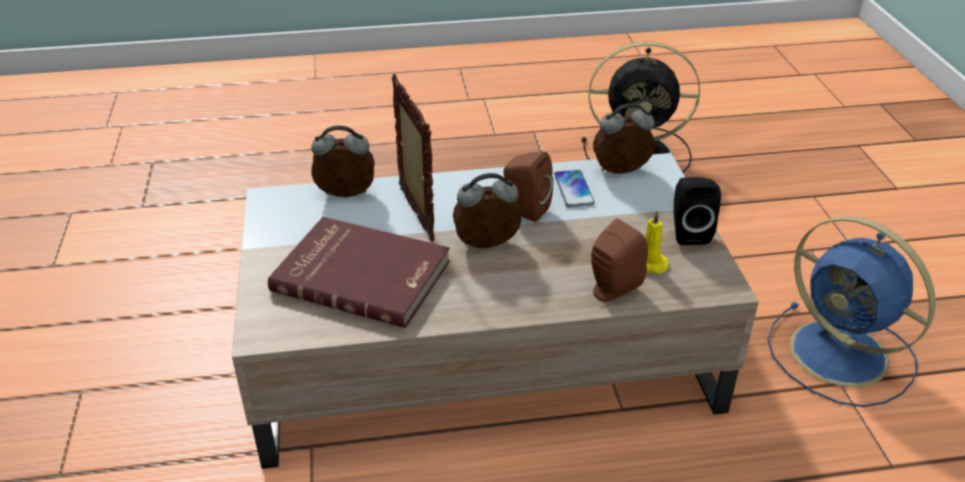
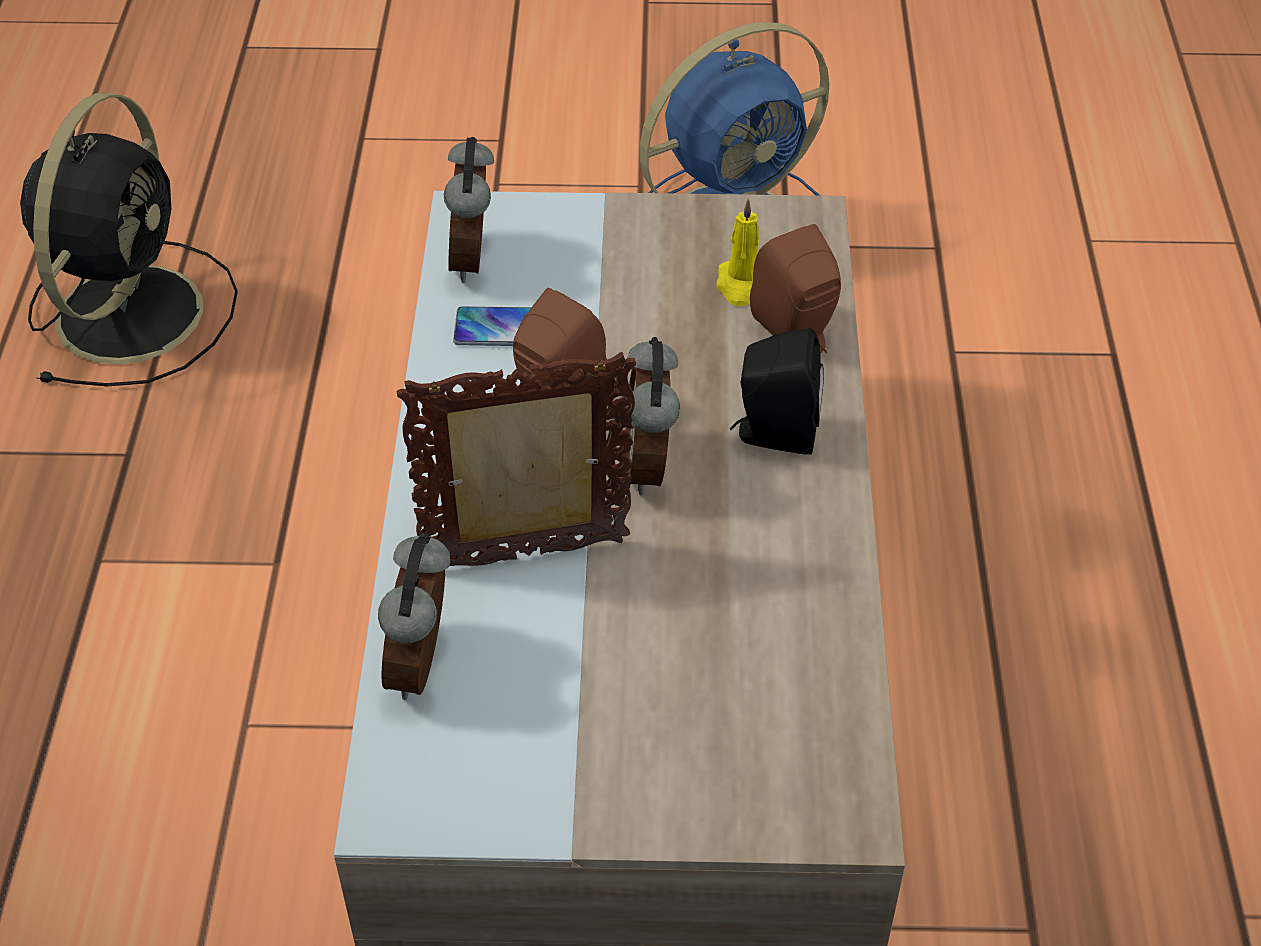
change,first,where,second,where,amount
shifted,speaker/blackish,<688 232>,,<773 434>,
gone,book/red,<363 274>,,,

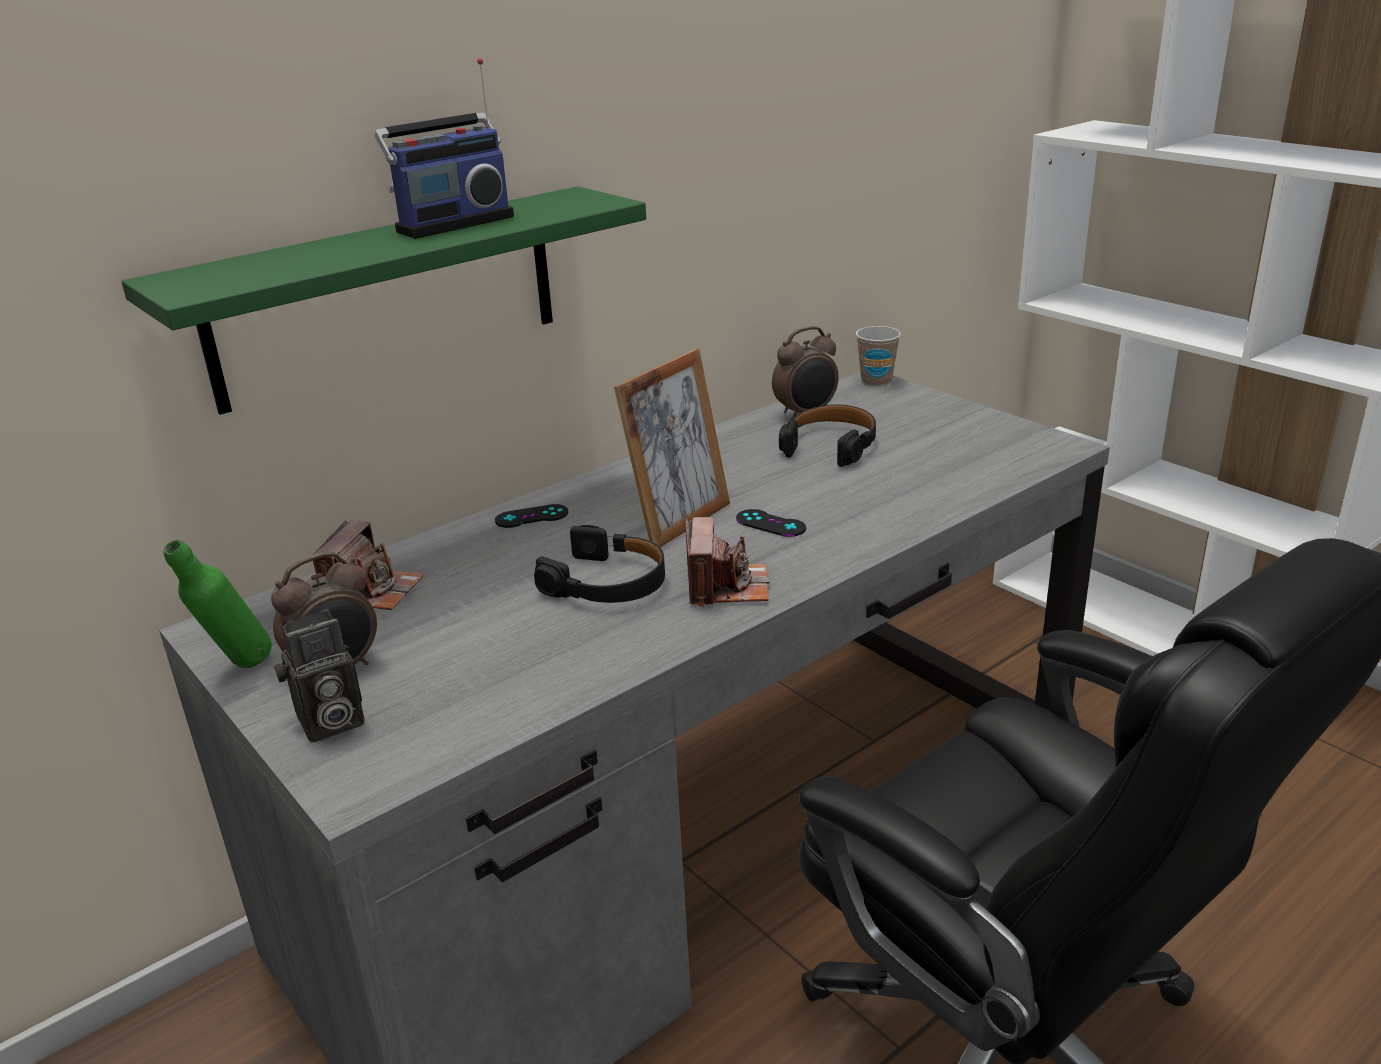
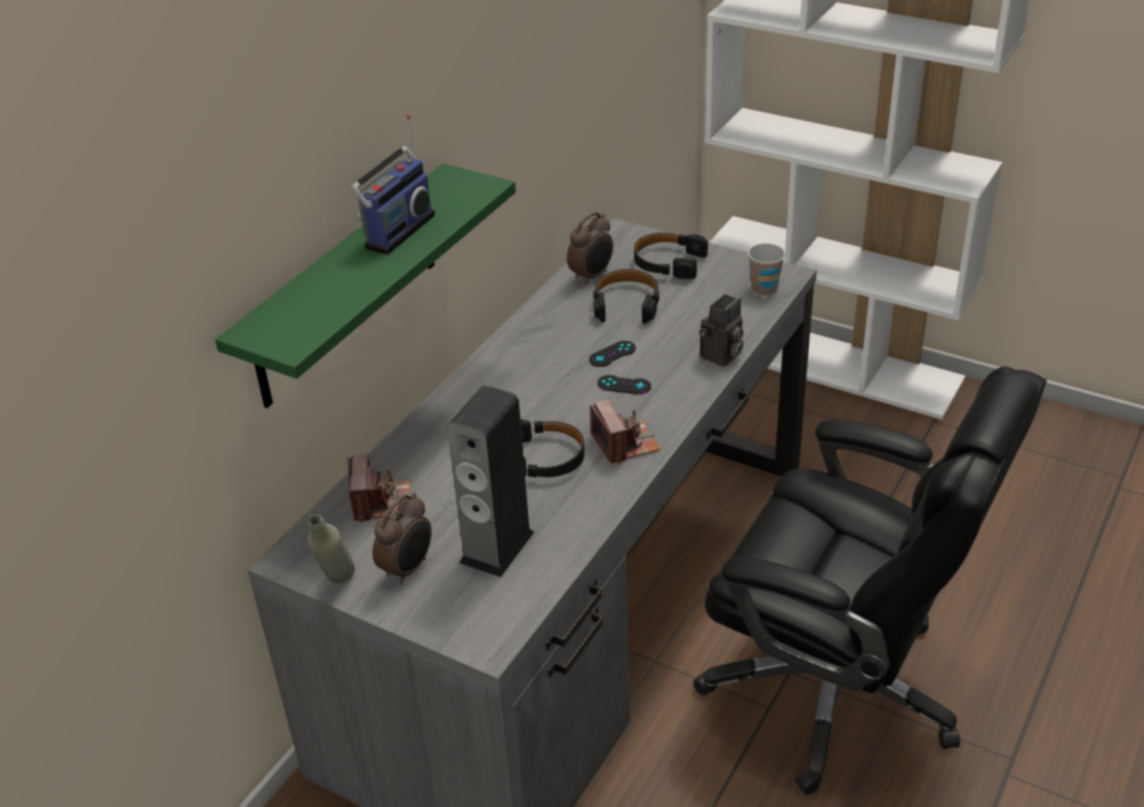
change,first,where,second,where,amount
shifted,drinking cup,<876 381>,,<764 289>,
gone,standing frame,<679 522>,,,
shifted,joypad/blackish,<532 516>,,<612 354>,
repainted,beverage bottle/greenish,<238 671>,beverage bottle/gray,<337 586>,
shifted,photo camera,<328 724>,,<721 356>,
new,,,headset/blackish,<668 262>,
new,,,speaker,<497 547>,

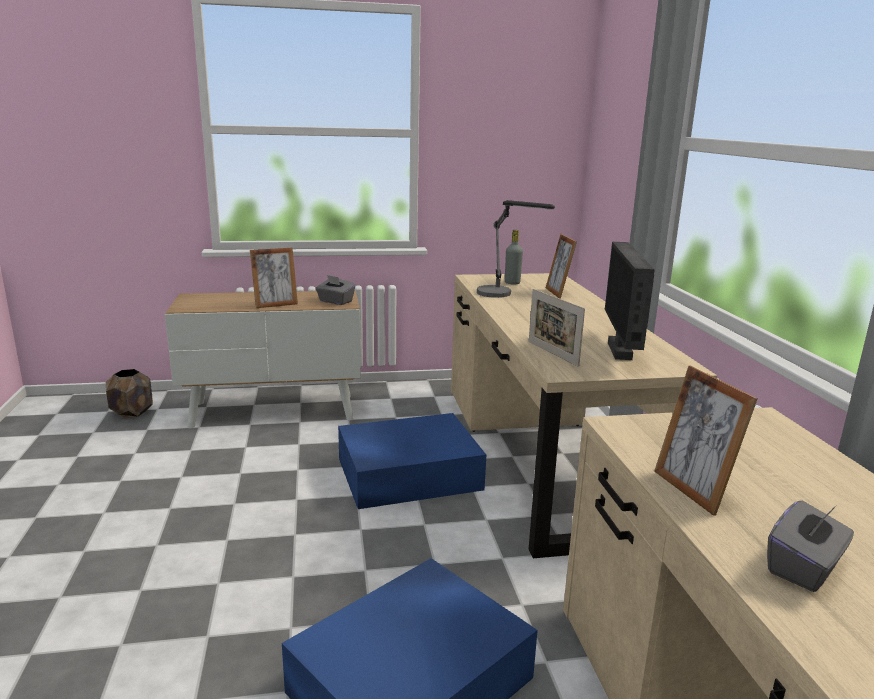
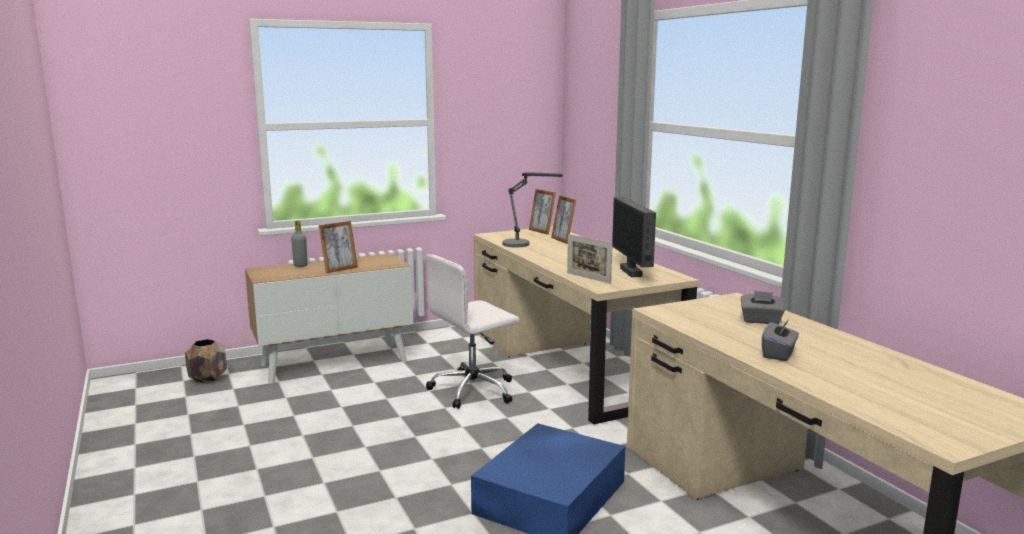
change,first,where,second,where,amount
shifted,beverage bottle/gray,<512 283>,,<300 265>,
shifted,tissue box/gray,<335 301>,,<761 321>,
shifted,standing frame,<692 490>,,<541 231>,
swapped,storage container/blue-coloured,<406 474>,desk chair/white,<474 390>,

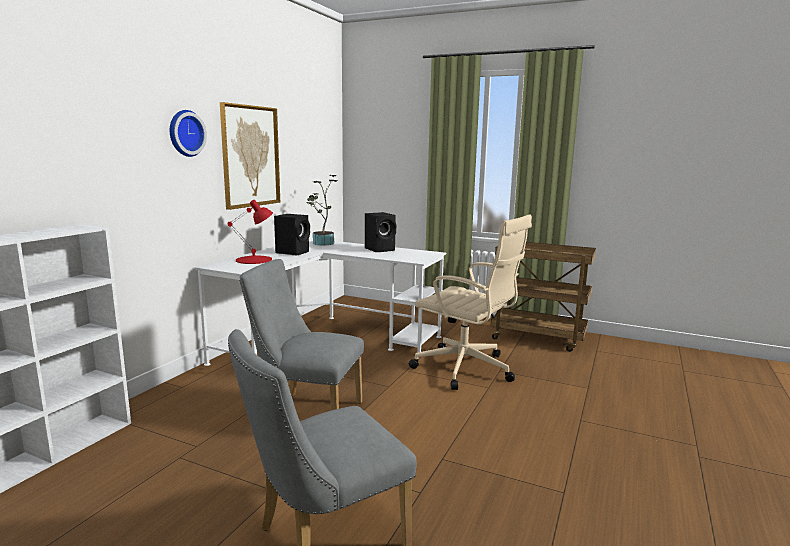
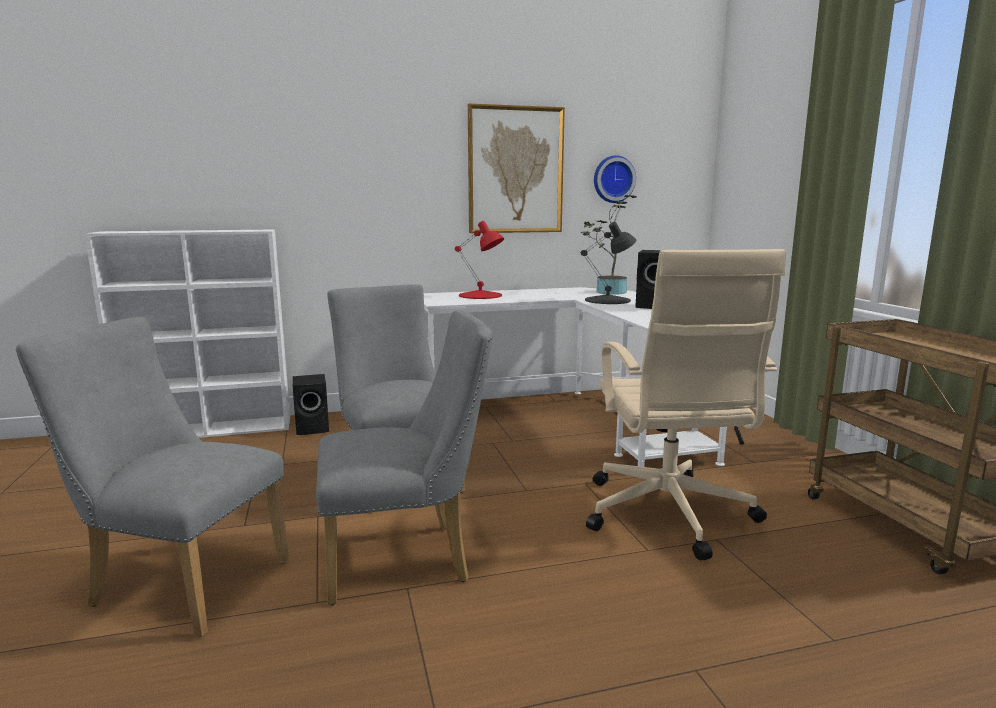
change,first,where,second,where,amount
shifted,hanging clock,<185 133>,,<613 179>,
shifted,speaker/blackish,<293 252>,,<314 428>,
new,,,table lamp/blackish,<608 300>,
new,,,chair/gray,<408 559>,

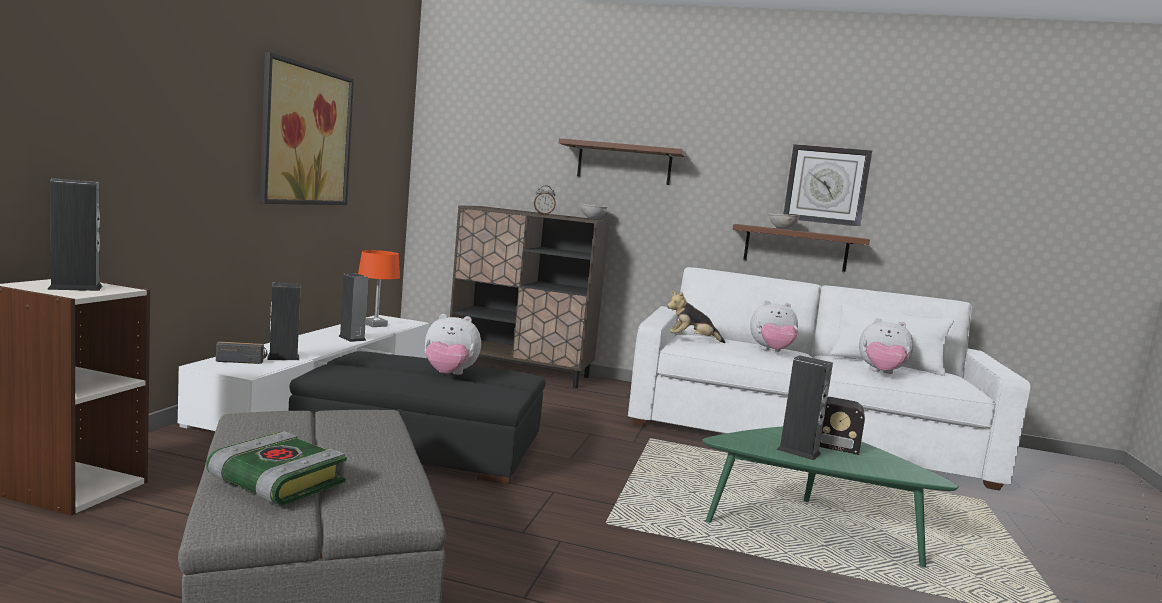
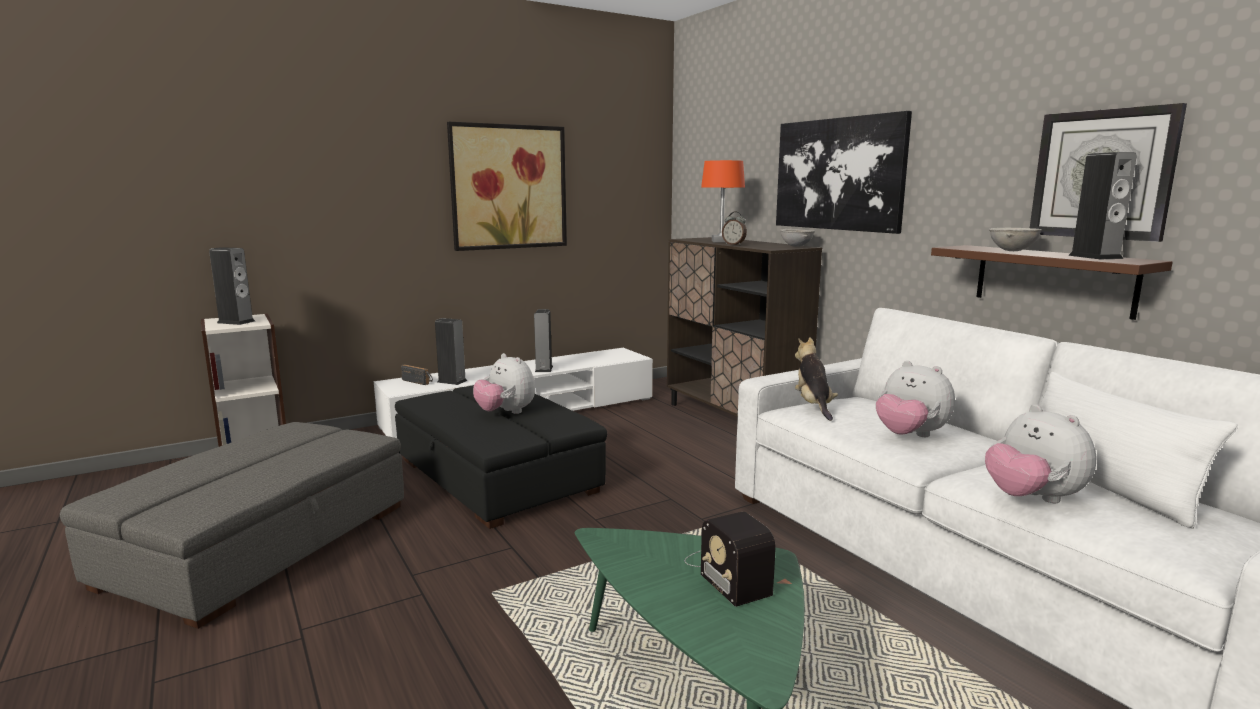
change,first,where,second,where,amount
swapped,shelf/brown,<624 163>,picture,<838 174>,
shifted,table lamp/orange,<375 325>,,<721 241>,
rotated,soft toy,<691 340>,,<813 406>,45 degrees clockwise
shifted,speaker,<798 451>,,<1095 257>,
gone,book,<275 482>,,,

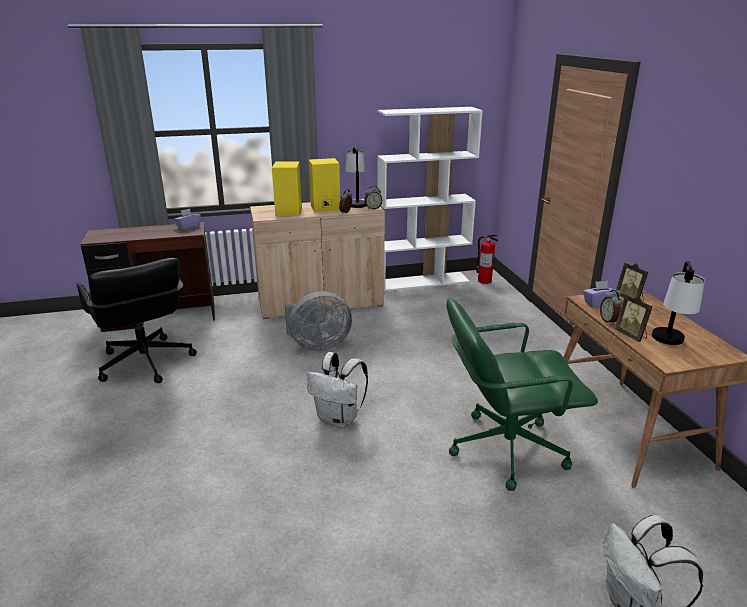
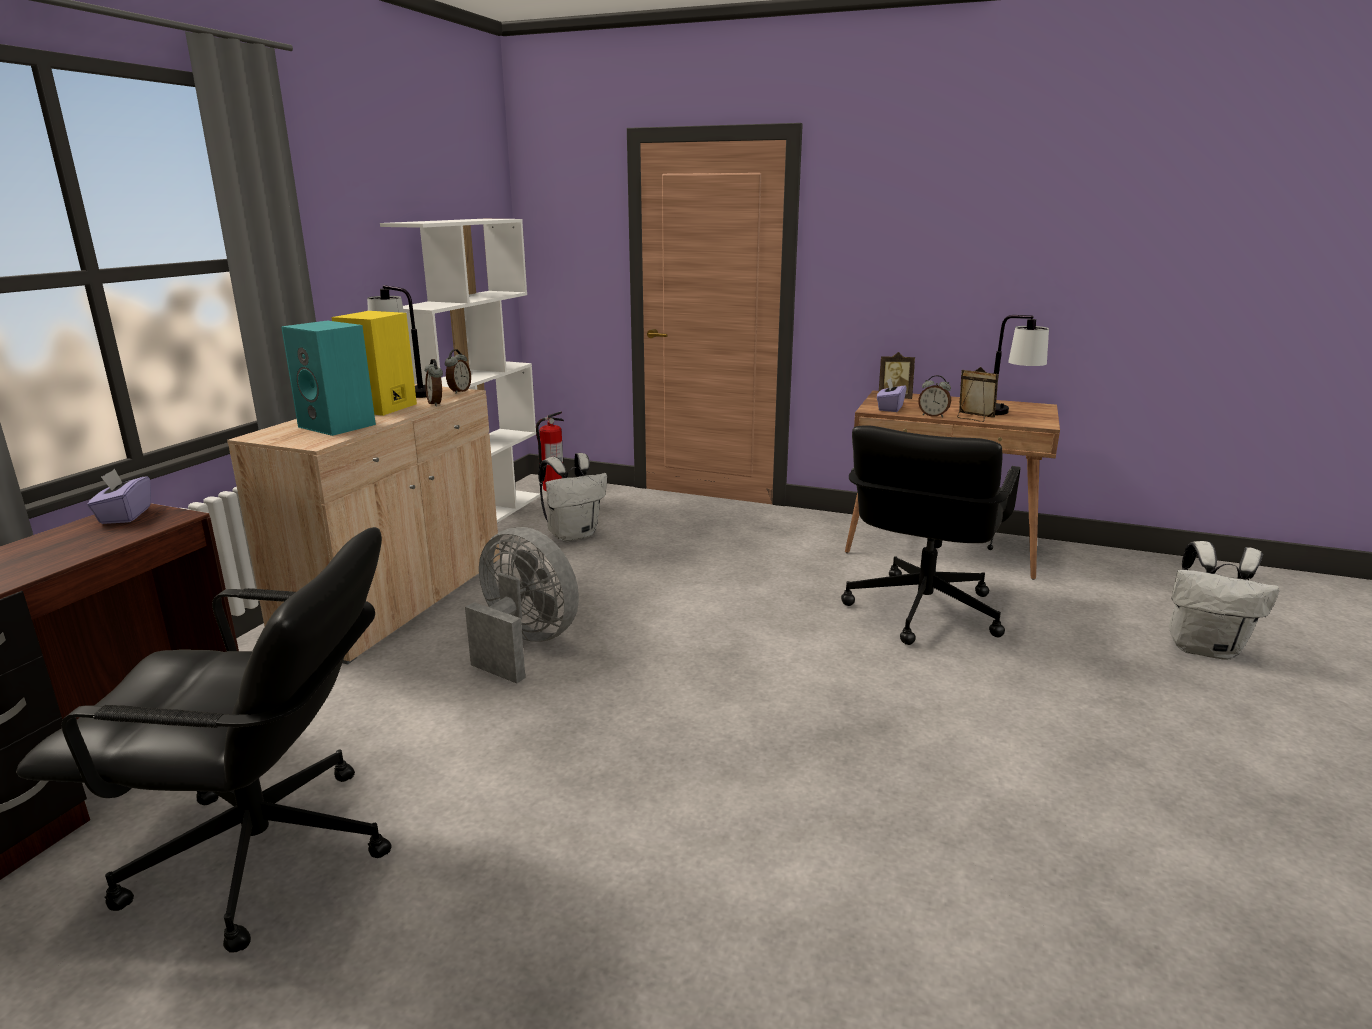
change,first,where,second,where,amount
repainted,speaker/yellowish,<289 212>,speaker/turquoise,<339 426>,
rotated,electric fan/gray,<317 346>,,<523 645>,75 degrees counterclockwise
rotated,standing frame,<631 335>,,<973 418>,150 degrees counterclockwise
repainted,desk chair/greenish,<505 448>,desk chair/blackish,<921 611>,
shifted,rucksack/white,<339 419>,,<573 534>,

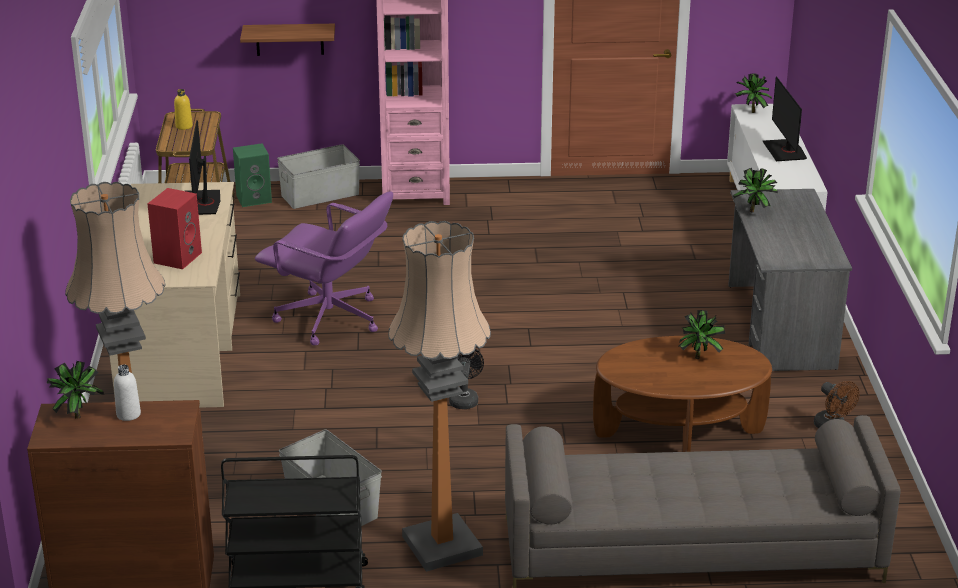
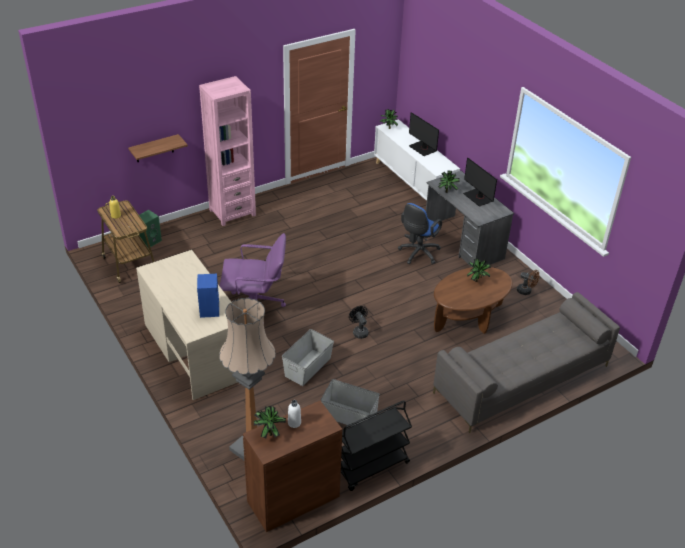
change,first,where,second,where,amount
shifted,computer display,<201 203>,,<478 197>,
shifted,storage container/gray,<320 195>,,<308 367>,
repainted,speaker/red,<177 257>,speaker/blue-coloured,<209 309>,
gone,standing lamp,<442 546>,,,
new,,,desk chair/blue-coloured,<417 254>,

